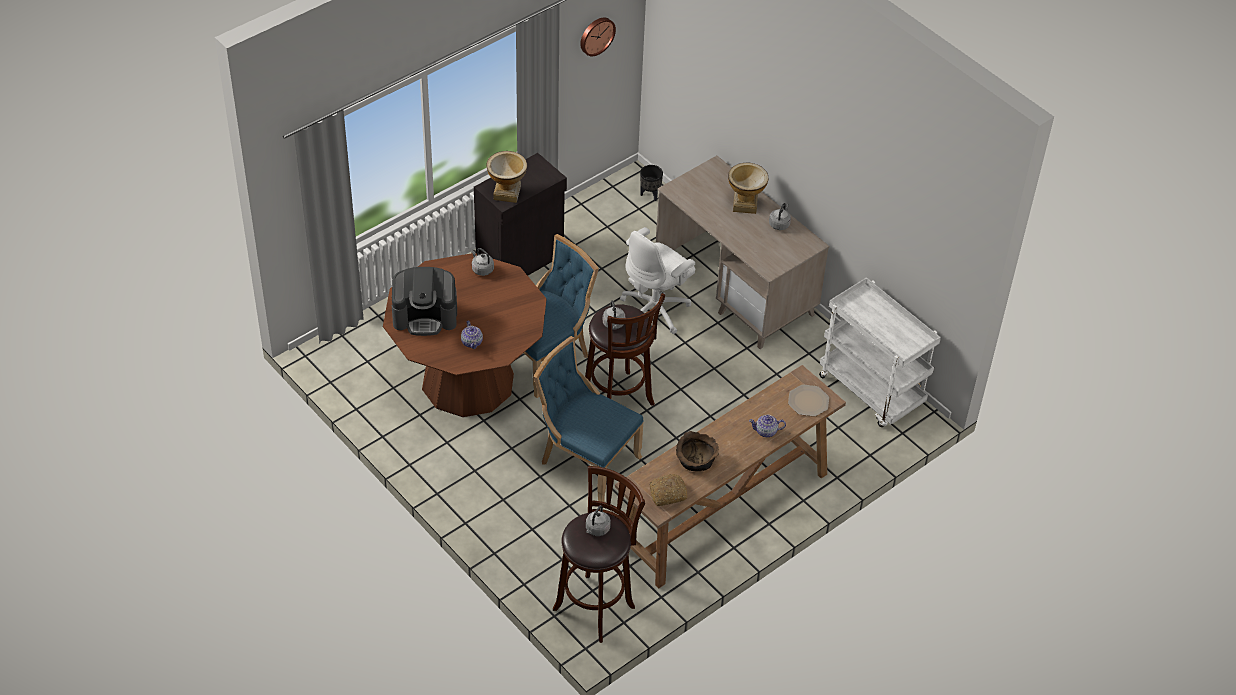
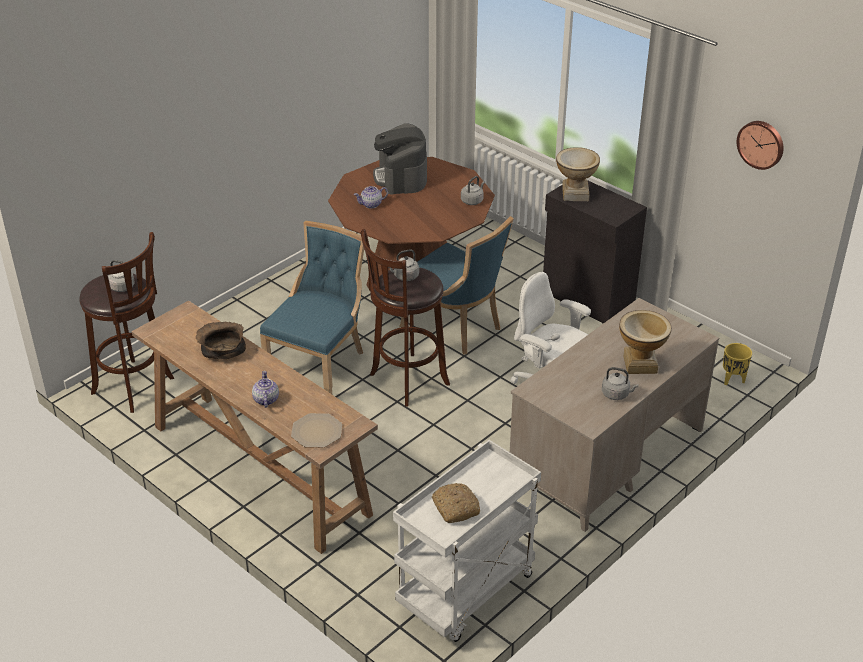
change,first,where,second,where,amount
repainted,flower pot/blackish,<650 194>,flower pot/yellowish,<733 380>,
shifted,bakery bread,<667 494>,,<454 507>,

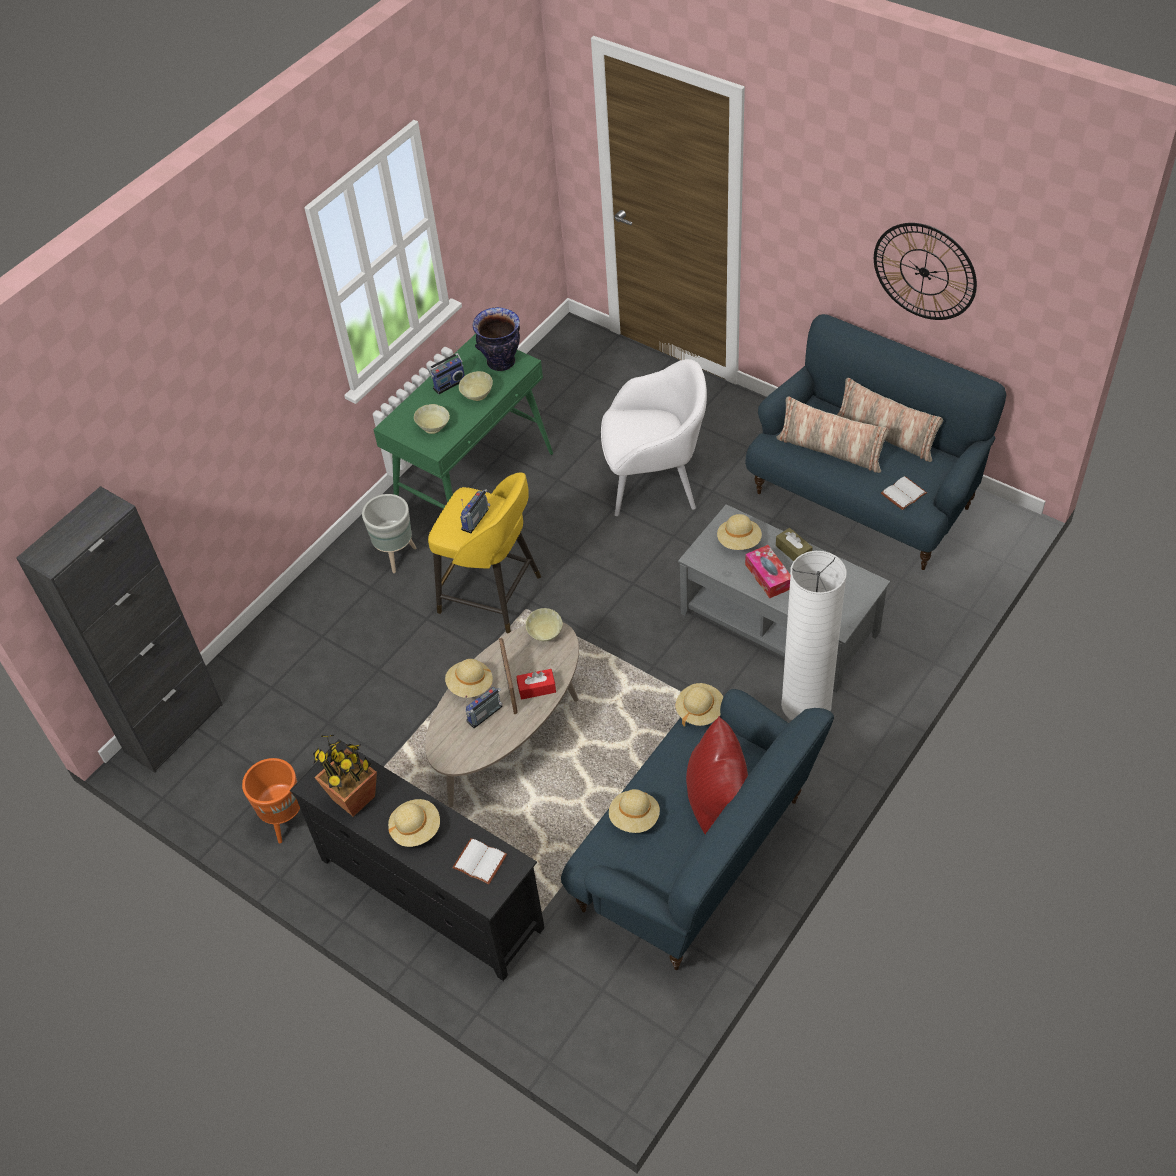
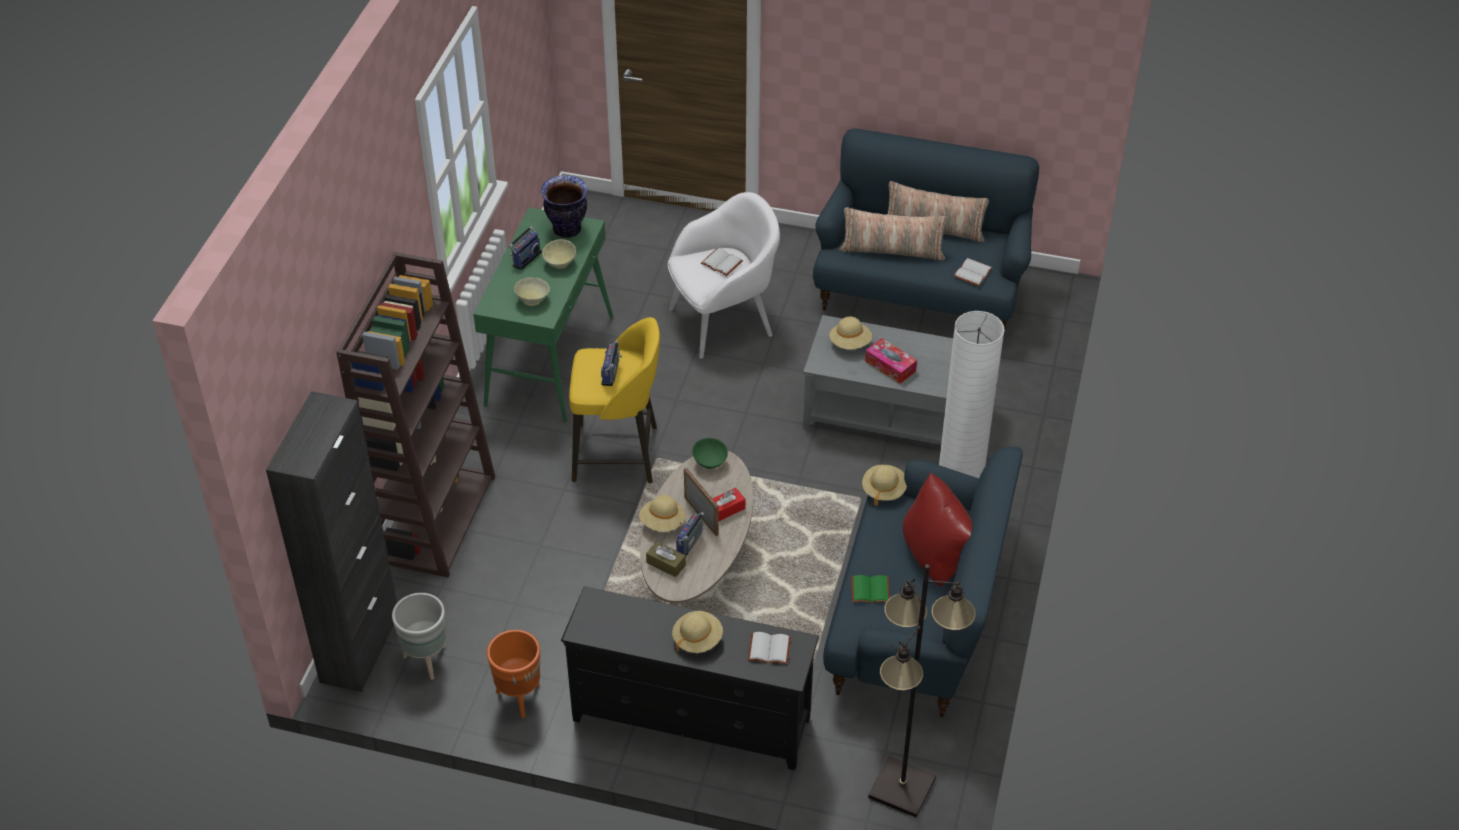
change,first,where,second,where,amount
gone,hanging clock,<924 272>,,,
shifted,flower pot/gray,<396 555>,,<426 660>,
shifted,tissue box/brown,<793 551>,,<666 564>,
repainted,serving bowl/beige,<544 634>,serving bowl/greenish,<709 463>,
gone,potted plant,<354 798>,,,
swapped,wearable hat/beige,<634 818>,book/greenish,<871 589>,
new,,,book/white,<720 263>,
new,,,bookshelf/brown,<437 517>,
new,,,standing lamp/blackish,<902 788>,

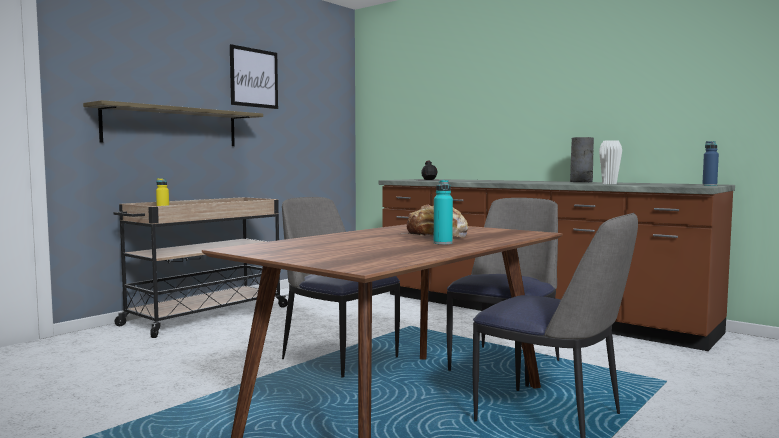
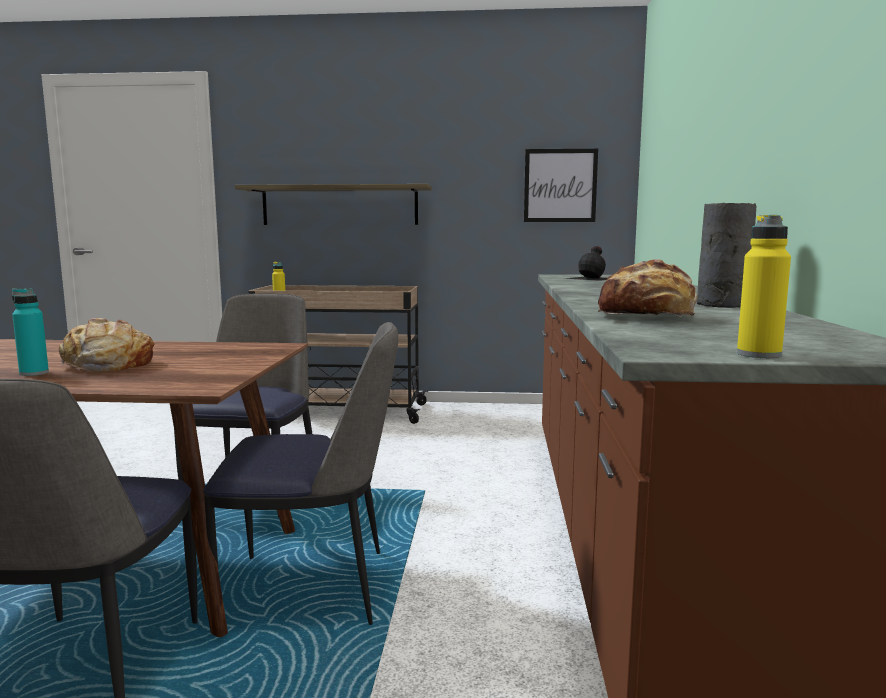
change,first,where,second,where,amount
shifted,picture,<254 78>,,<560 185>,
swapped,vase/white,<609 184>,bakery bread,<646 316>,
repainted,beverage bottle/blue-coloured,<709 185>,beverage bottle/yellowish,<759 354>,

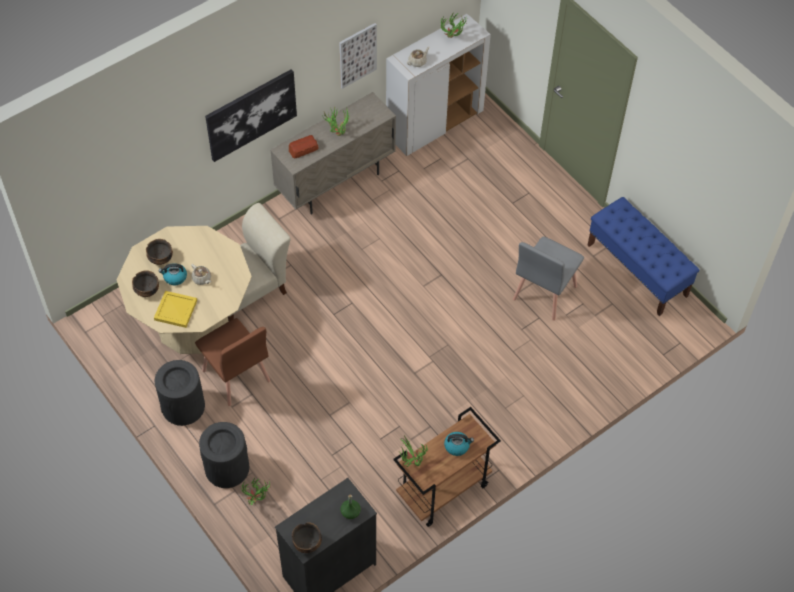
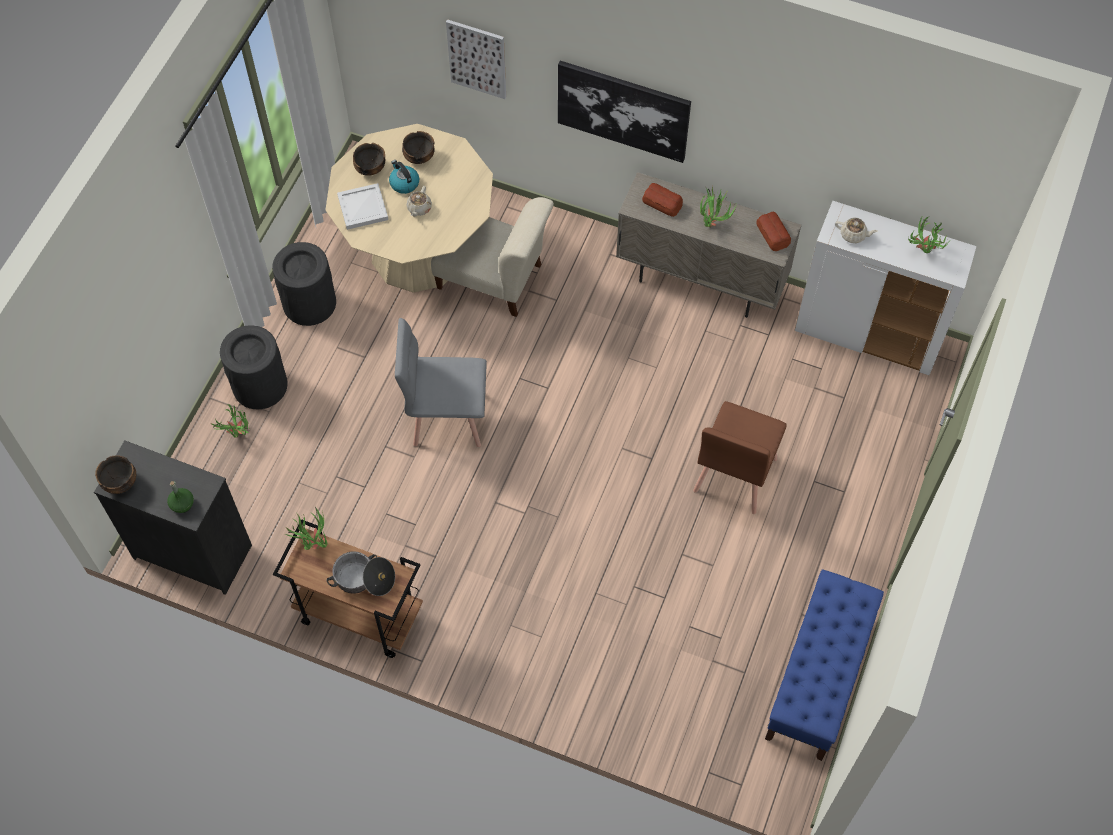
change,first,where,second,where,amount
shifted,picture,<357 55>,,<477 58>,
shifted,chair/gray,<544 293>,,<447 417>,
repainted,carrying tray/yellowish,<175 309>,carrying tray/white,<363 207>,
shifted,chair/brown,<236 376>,,<734 475>,
swapped,water kettle,<457 446>,stockpot,<363 579>,
new,,,bakery bread,<772 235>,

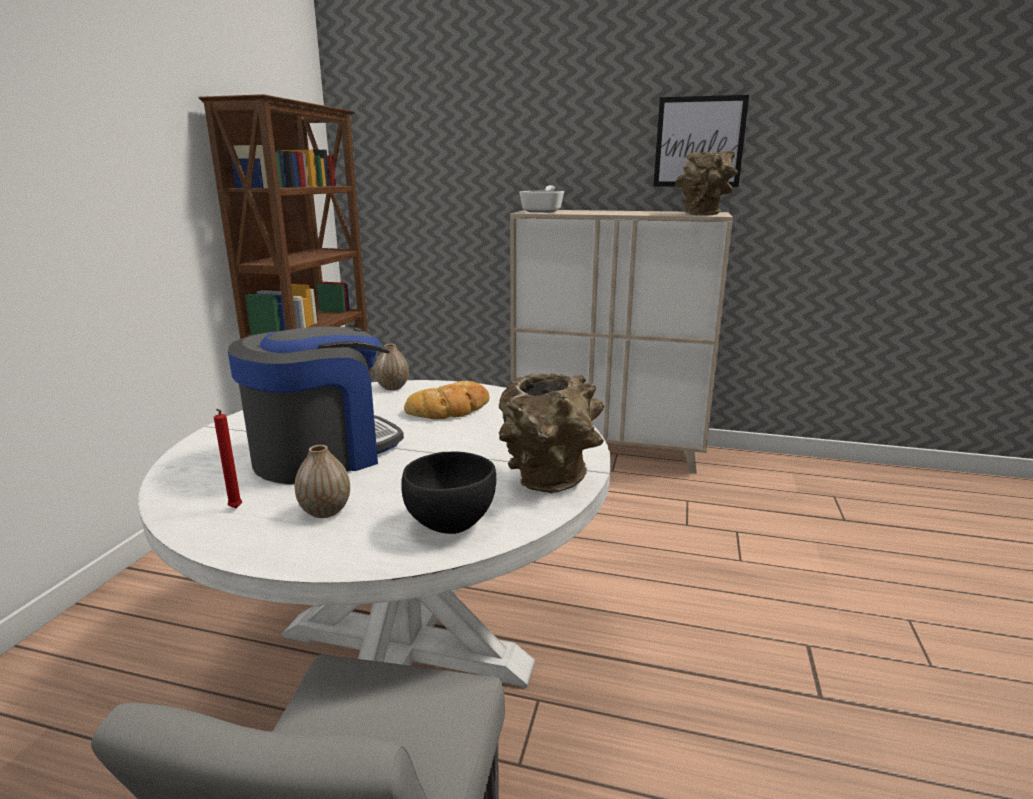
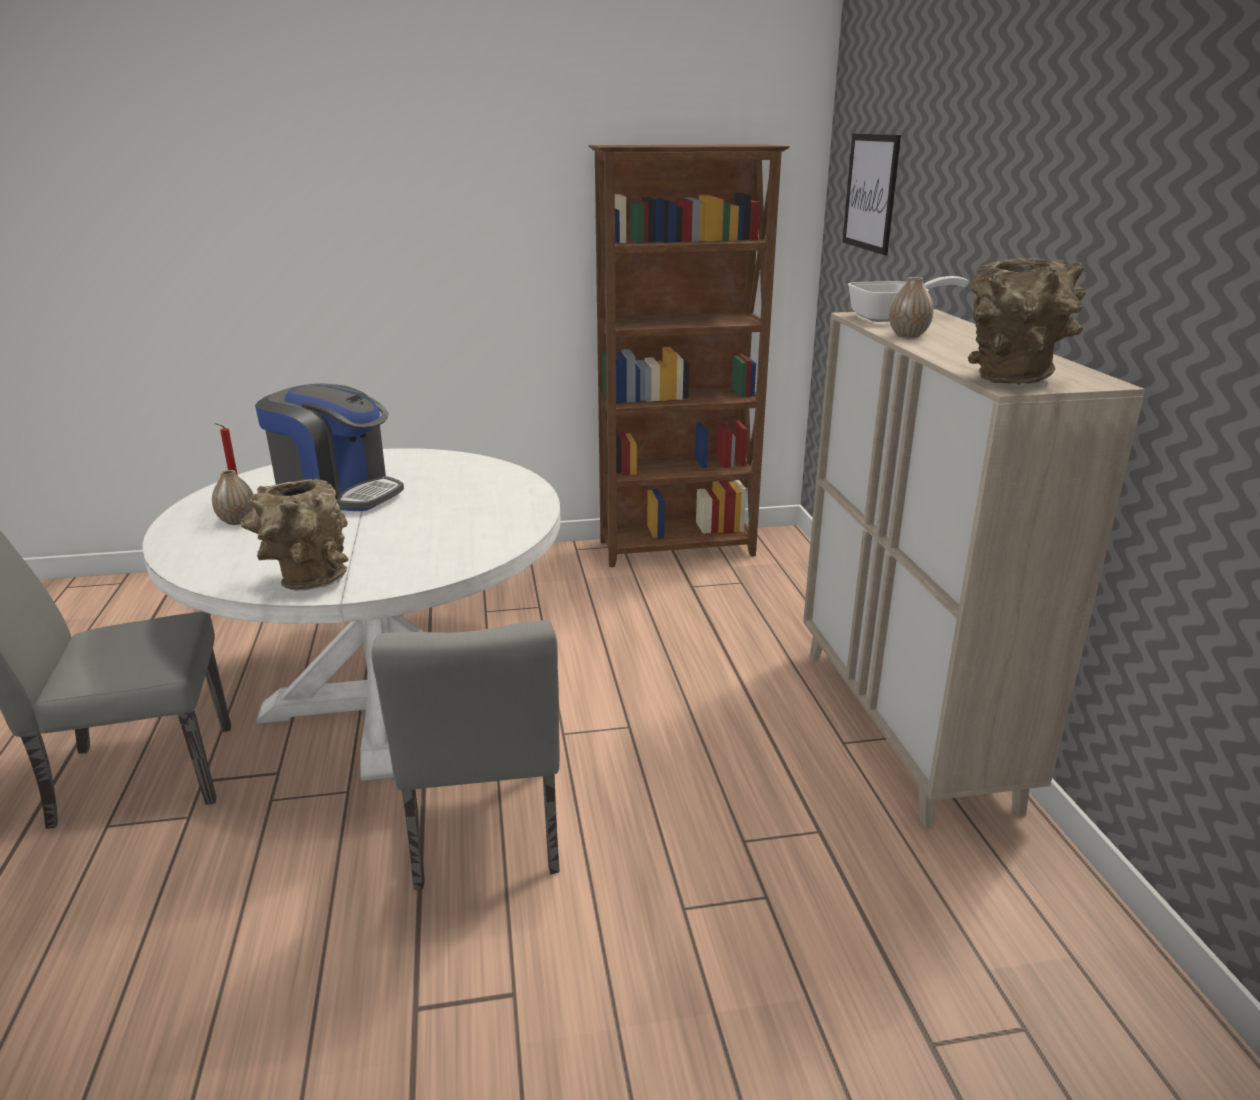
change,first,where,second,where,amount
shifted,picture,<699 142>,,<871 192>,
shifted,vase,<392 387>,,<908 335>,
gone,bakery bread,<451 409>,,,
gone,serving bowl/blackish,<451 523>,,,
new,,,chair/gray,<485 836>,

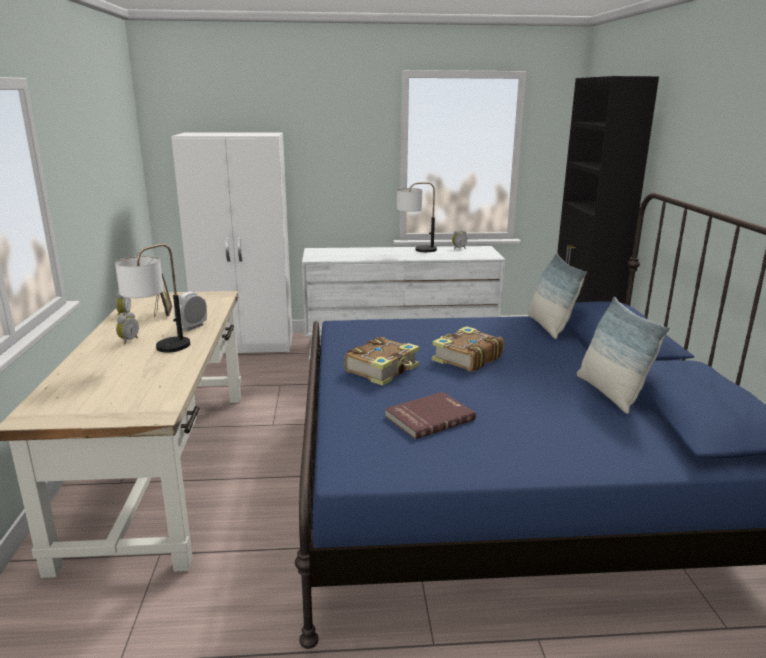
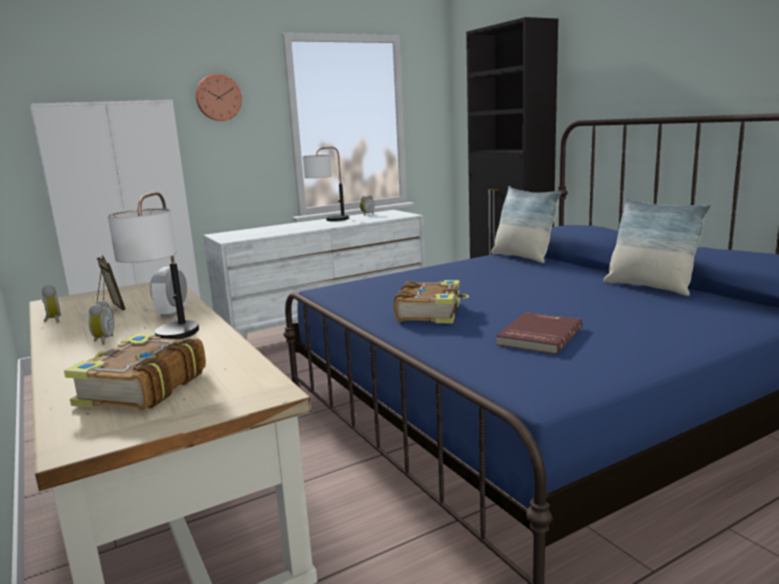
change,first,where,second,where,amount
shifted,book,<466 359>,,<141 388>,
new,,,hanging clock,<218 97>,

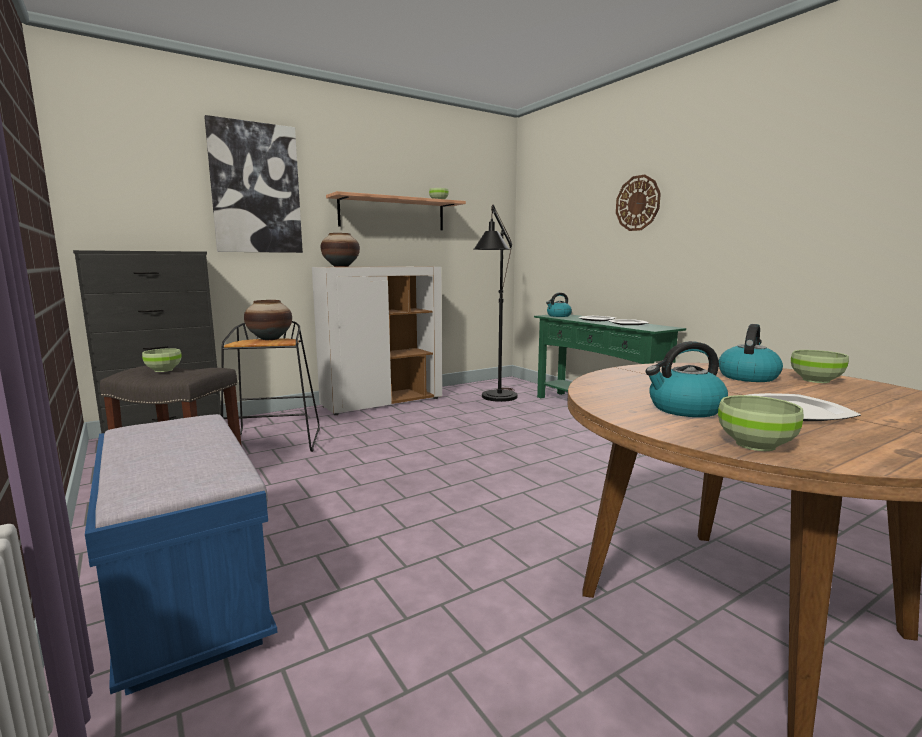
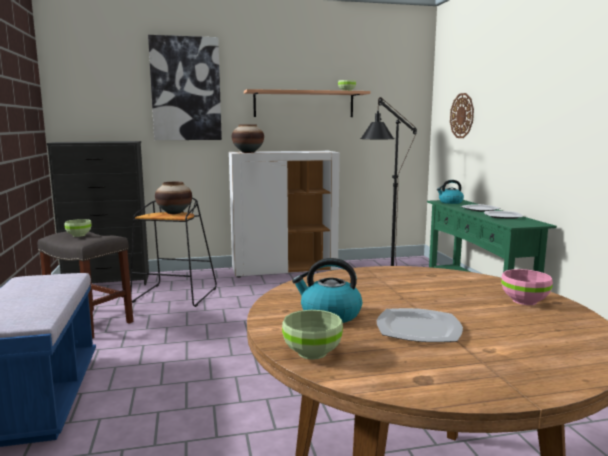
change,first,where,second,where,amount
shifted,hanging clock,<637 203>,,<462 115>,
gone,water kettle,<748 377>,,,
repainted,serving bowl/greenish,<815 380>,serving bowl/pink,<524 301>,

